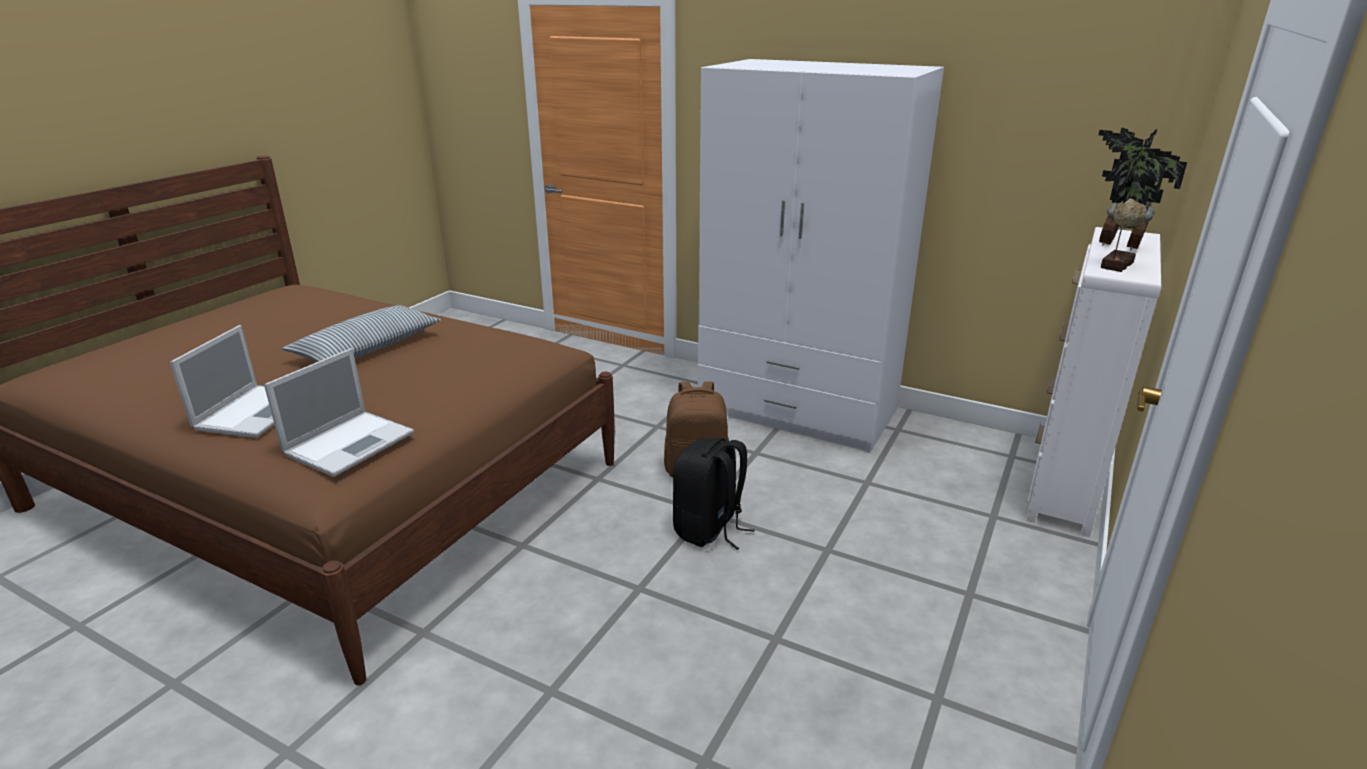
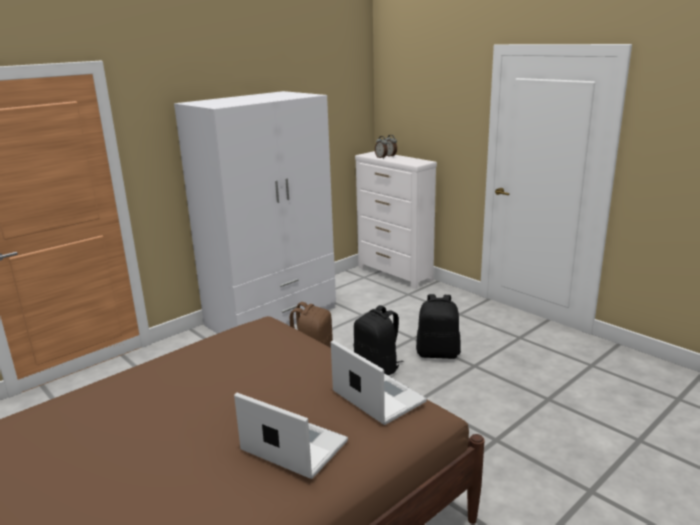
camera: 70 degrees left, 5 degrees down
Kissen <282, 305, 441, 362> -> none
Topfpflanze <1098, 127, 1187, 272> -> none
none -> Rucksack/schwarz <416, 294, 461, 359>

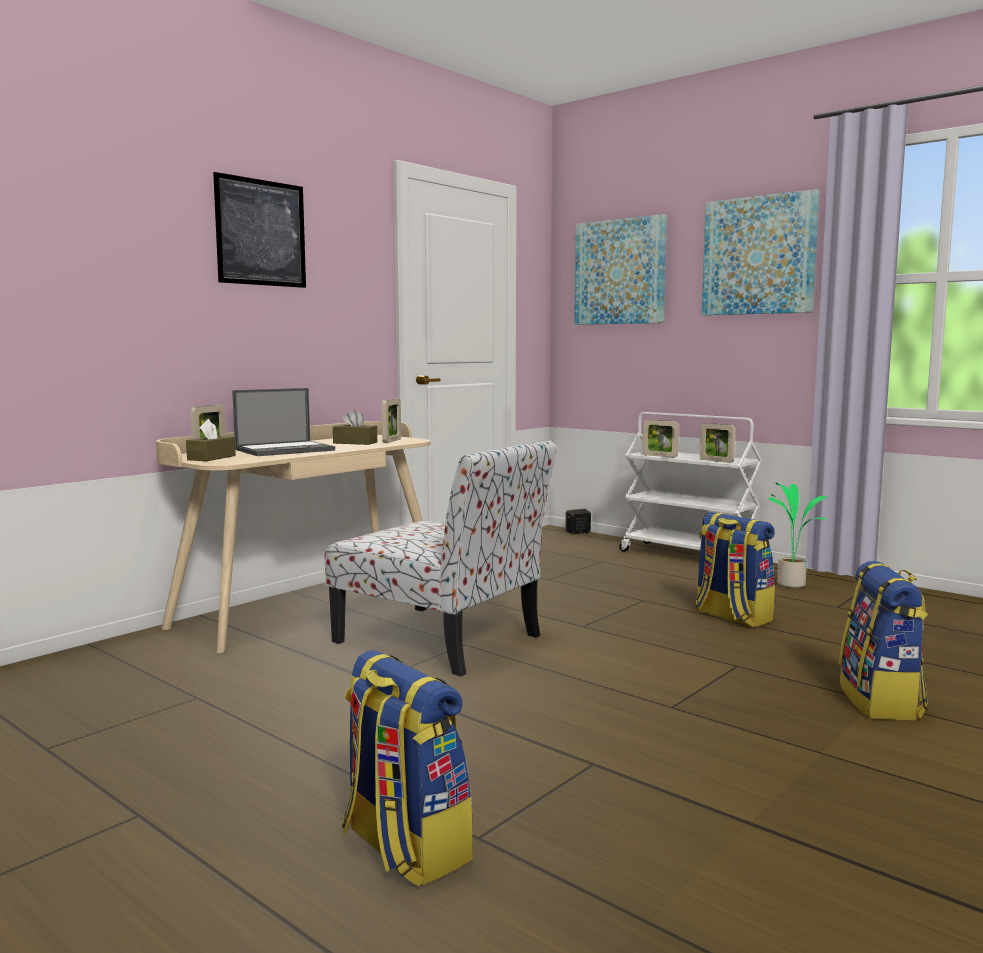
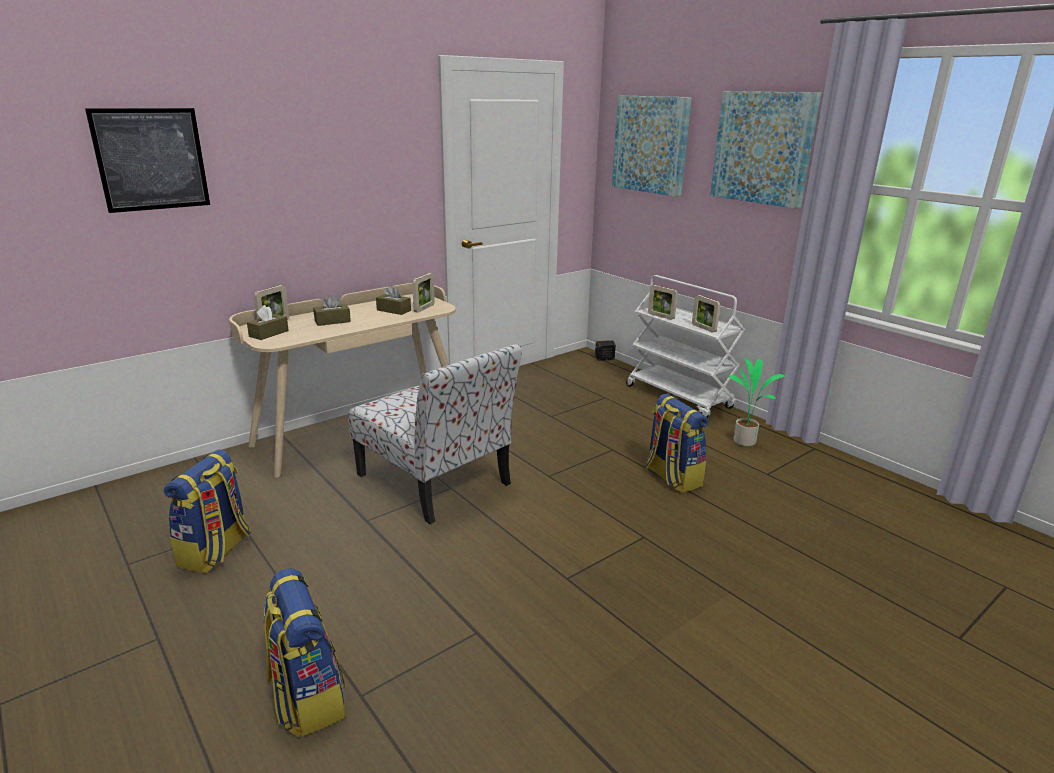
camera: 10 degrees right, 15 degrees up
Bild <213, 172, 306, 288> -> Bild <85, 108, 210, 213>, shifted
Rucksack <839, 561, 928, 720> -> Rucksack <164, 449, 251, 573>, shifted
Laptop <232, 388, 335, 456> -> Taschentuchbox/braun <313, 295, 351, 326>

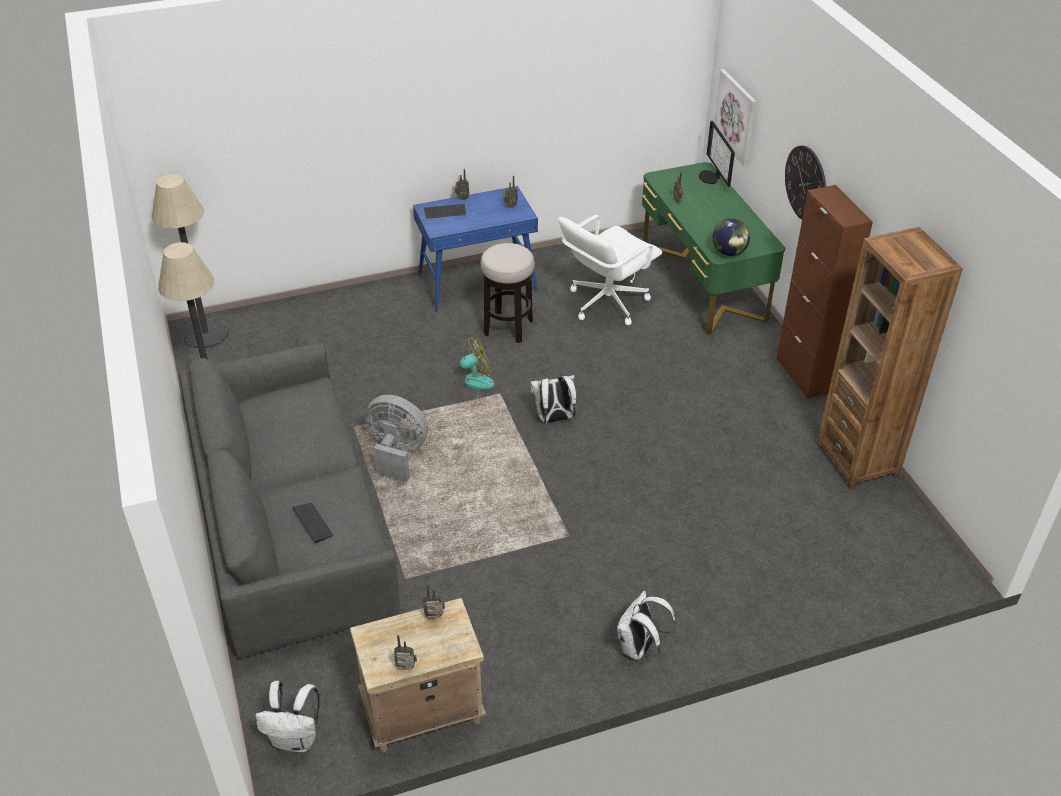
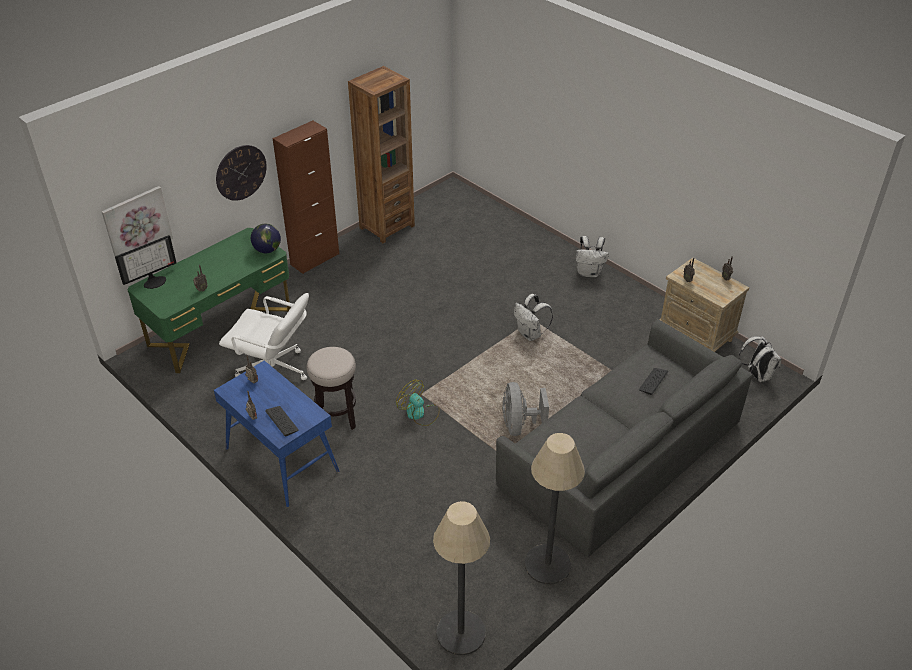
camera: 115 degrees left, 0 degrees up
Rucksack/weiß <530, 375, 577, 423> -> Rucksack/weiß <514, 294, 553, 341>, shifted

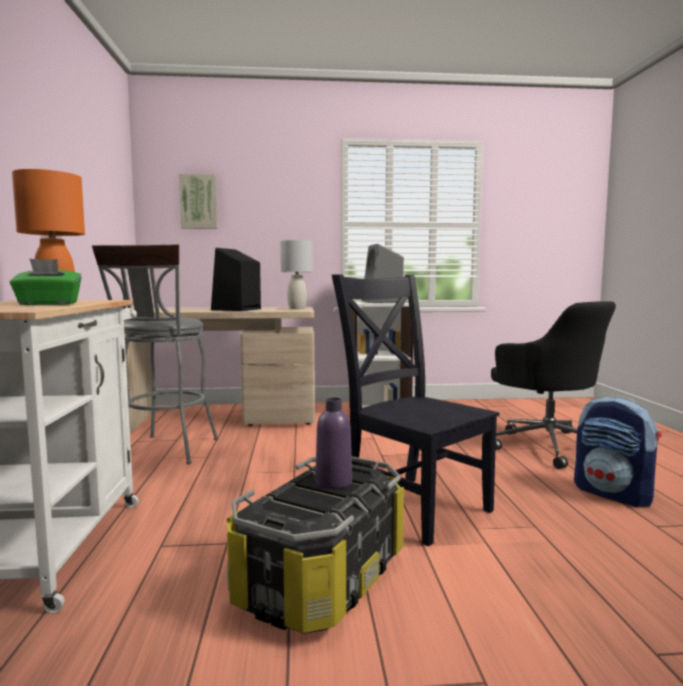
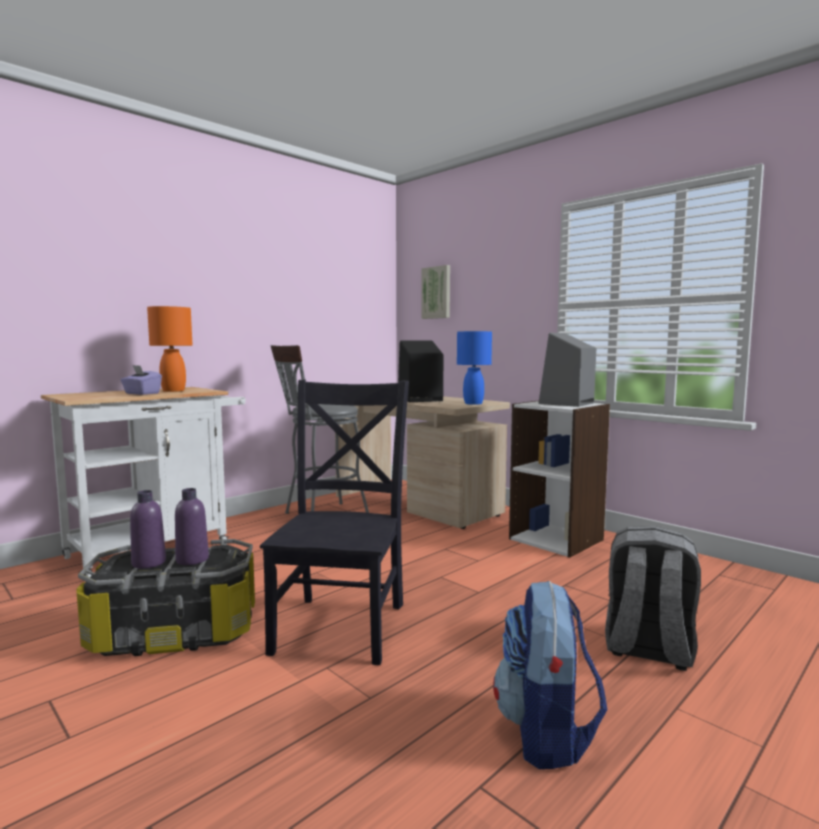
camera: 50 degrees right, 0 degrees up
none -> Flasche/lila <130, 490, 166, 569>
Bürostuhl/schwarz <491, 301, 616, 469> -> Rucksack/grau <605, 526, 701, 671>
Taschentuchbox/grün <10, 259, 82, 305> -> Taschentuchbox/lila <120, 365, 162, 395>
Tischlampe/grau <280, 240, 313, 309> -> Tischlampe/blau <457, 331, 492, 405>

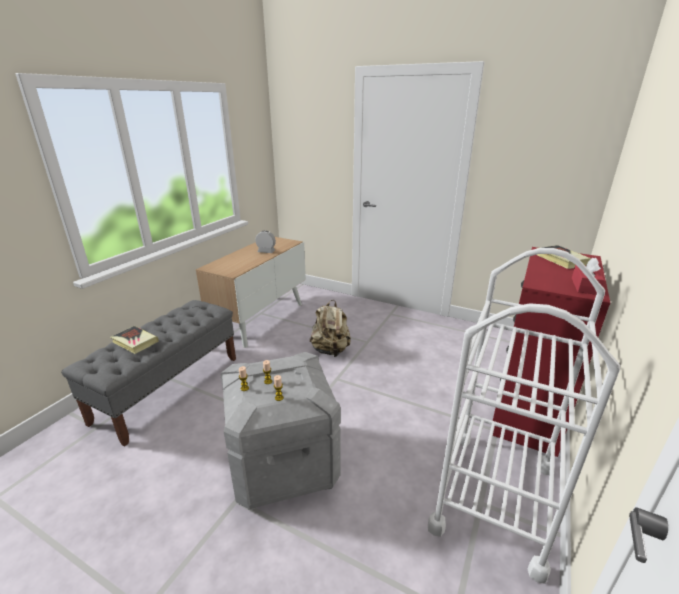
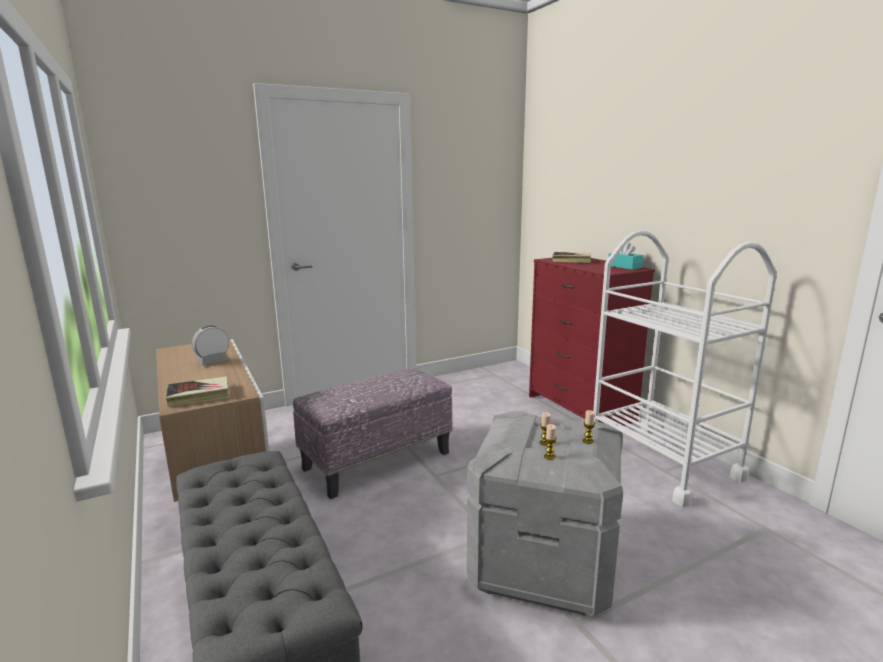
camera: 55 degrees left, 10 degrees down
Buch <110, 326, 159, 354> -> Buch <166, 376, 230, 407>, shifted
Rucksack/beige <310, 300, 351, 357> -> Polsterhocker <293, 368, 453, 499>
Taschentuchbox/rot <572, 258, 605, 295> -> Taschentuchbox/türkis <608, 242, 643, 270>

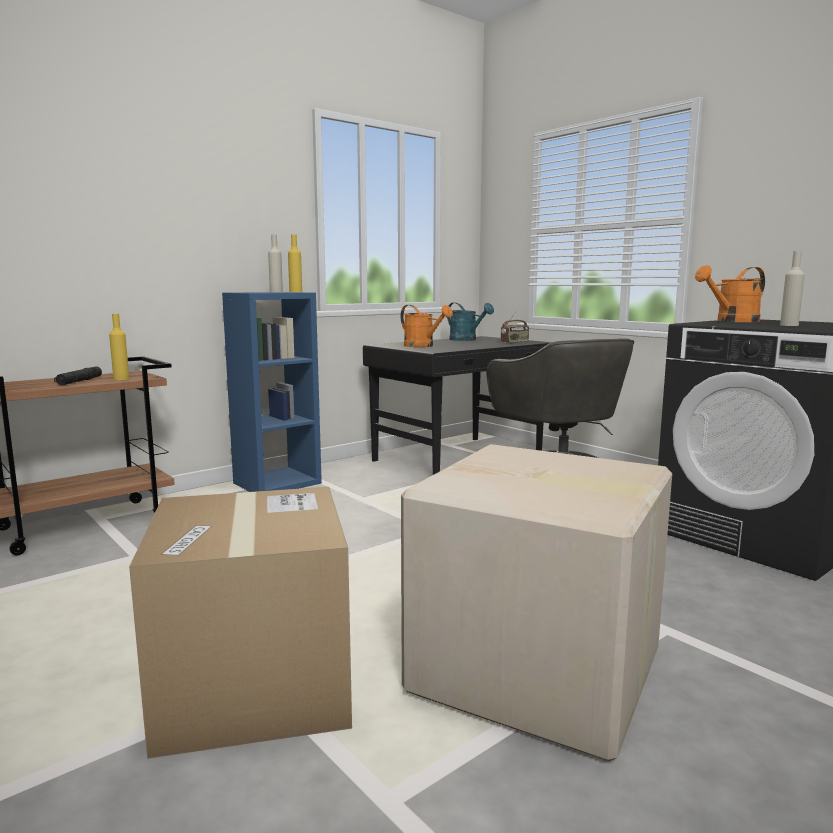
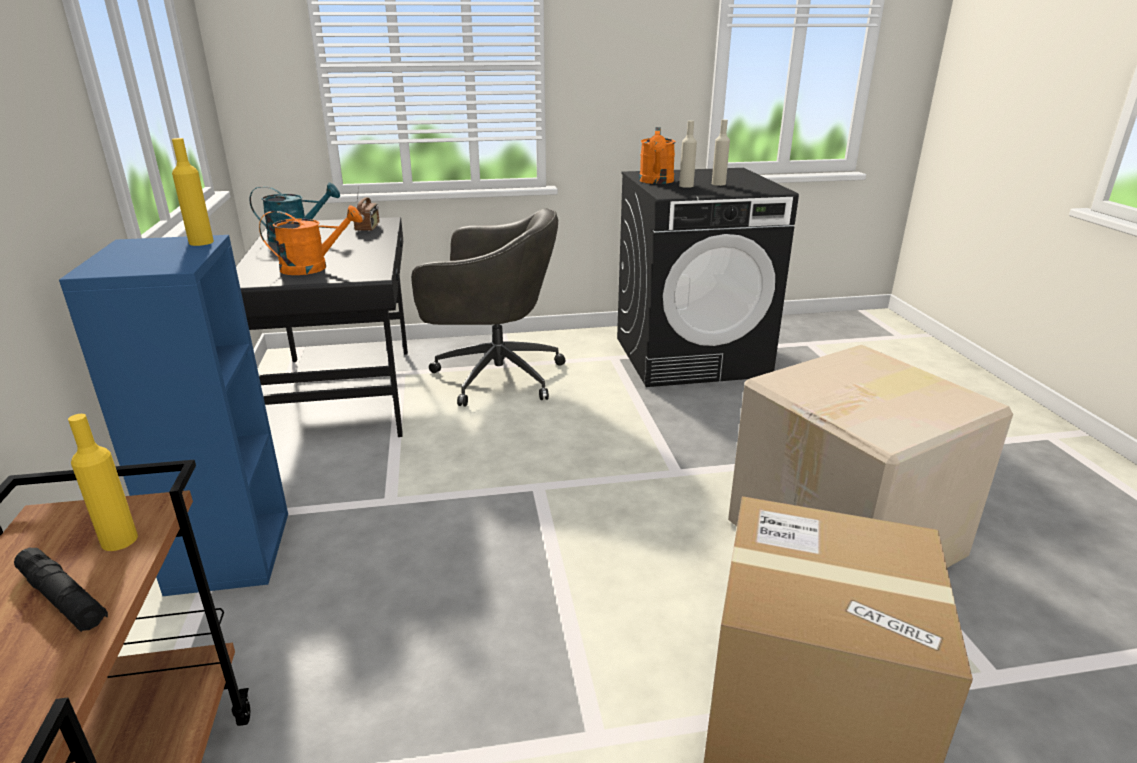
camera: 60 degrees left, 15 degrees up
Flasche/beige <268, 234, 283, 292> -> Flasche/beige <679, 121, 697, 188>, shifted

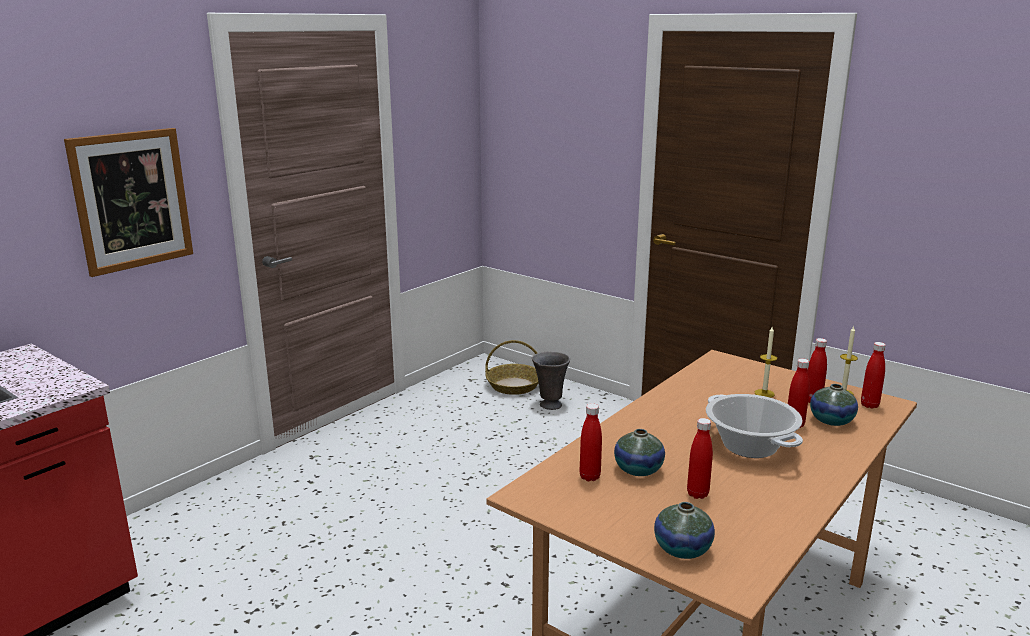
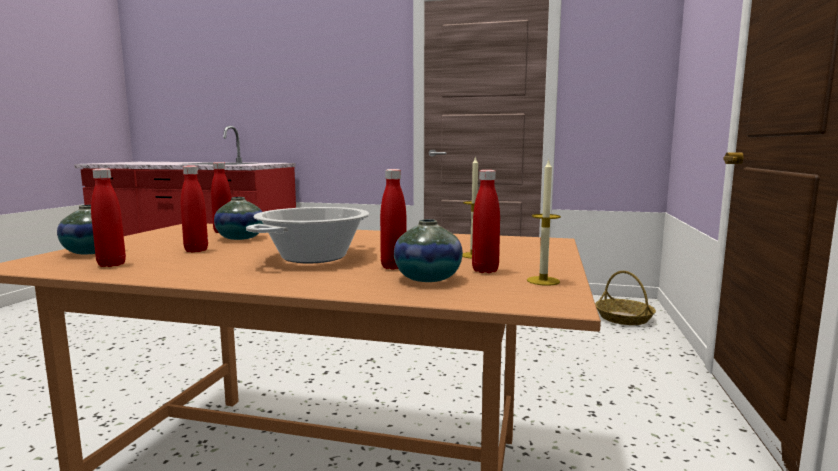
camera: 65 degrees right, 10 degrees down
Bild <64, 128, 193, 277> -> none
Vase/grau <532, 351, 570, 410> -> none
Flasche/rot <861, 342, 886, 409> -> Flasche/rot <91, 169, 126, 267>, shifted

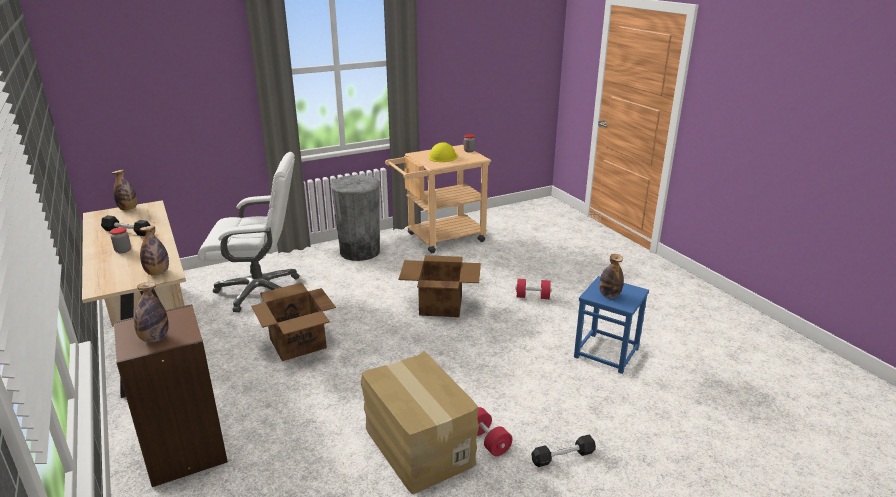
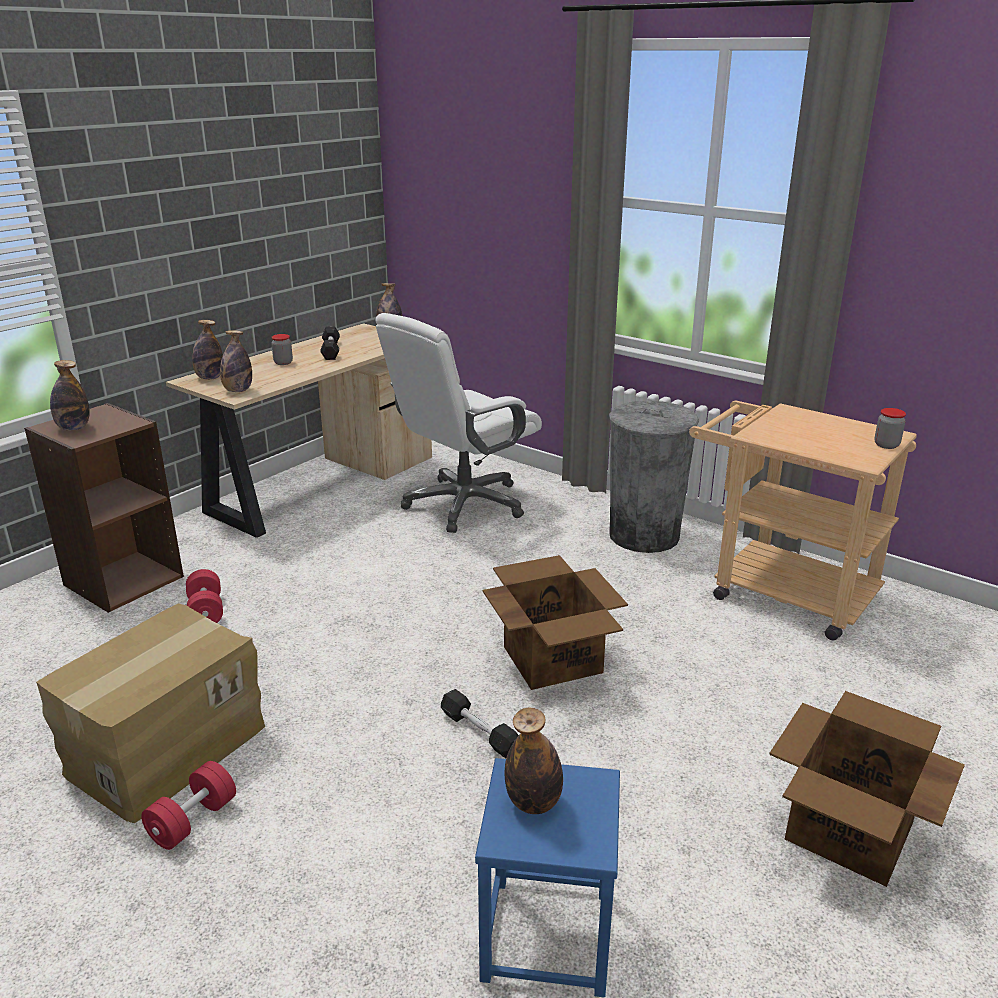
camera: 65 degrees right, 0 degrees up
Schutzhelm/gelb <428, 142, 458, 162> -> none
none -> Flasche <192, 320, 223, 380>
Karton <251, 283, 336, 361> -> Karton <769, 691, 965, 887>, shifted
Hantel/rot <516, 279, 551, 299> -> Hantel/rot <186, 569, 223, 623>, shifted
Hantel/schwarz <531, 435, 596, 467> -> Hantel/schwarz <441, 689, 519, 758>, shifted
Bürostuhl/weiß <198, 152, 299, 313> -> Bürostuhl/weiß <375, 313, 542, 533>, 75 degrees clockwise

